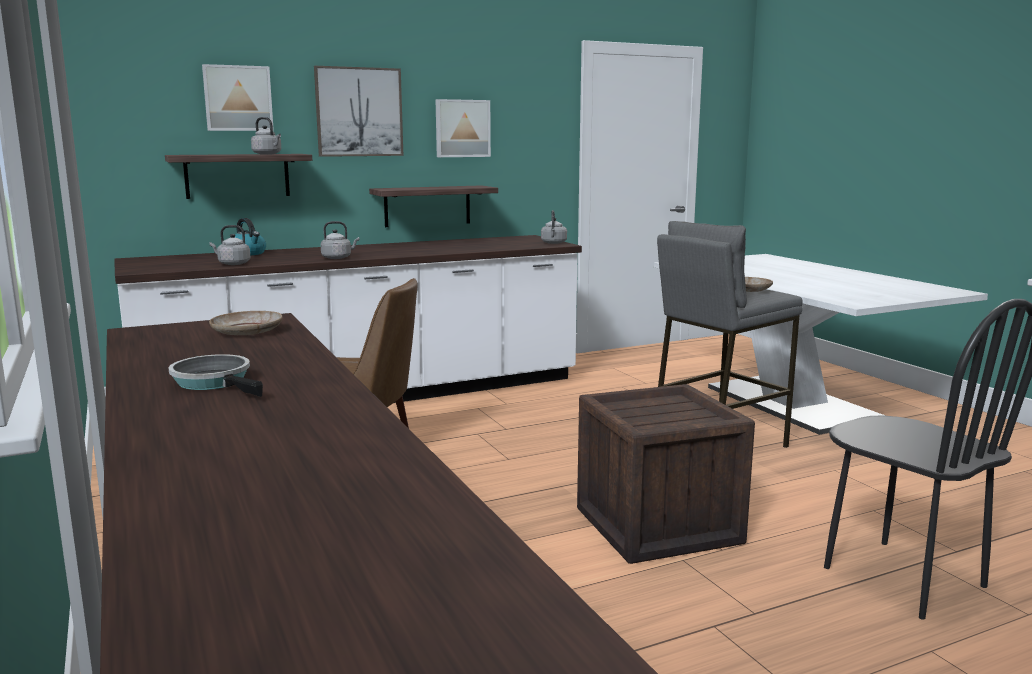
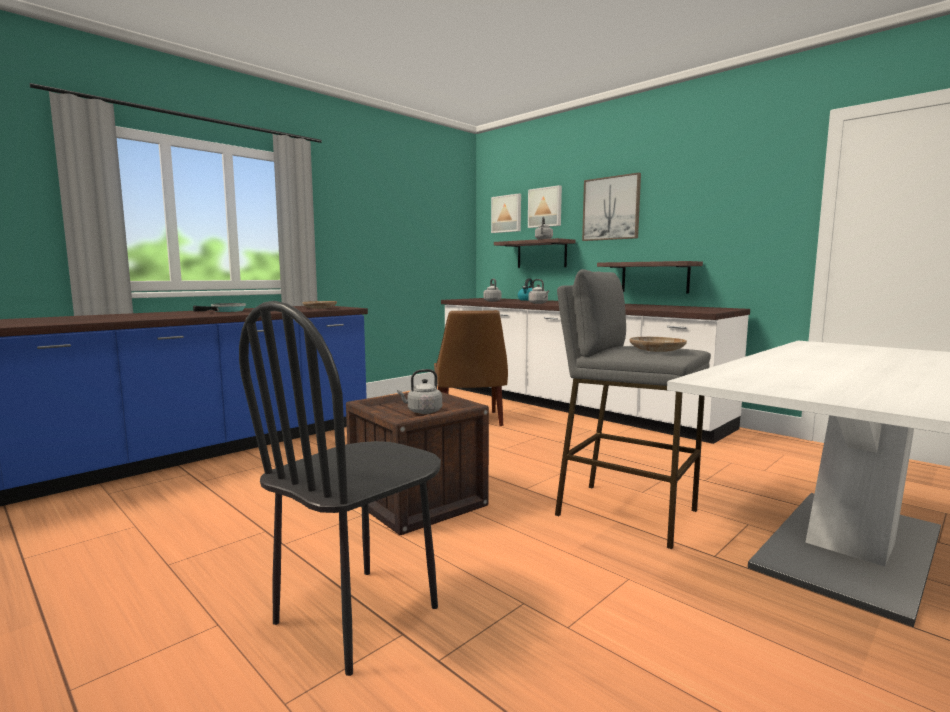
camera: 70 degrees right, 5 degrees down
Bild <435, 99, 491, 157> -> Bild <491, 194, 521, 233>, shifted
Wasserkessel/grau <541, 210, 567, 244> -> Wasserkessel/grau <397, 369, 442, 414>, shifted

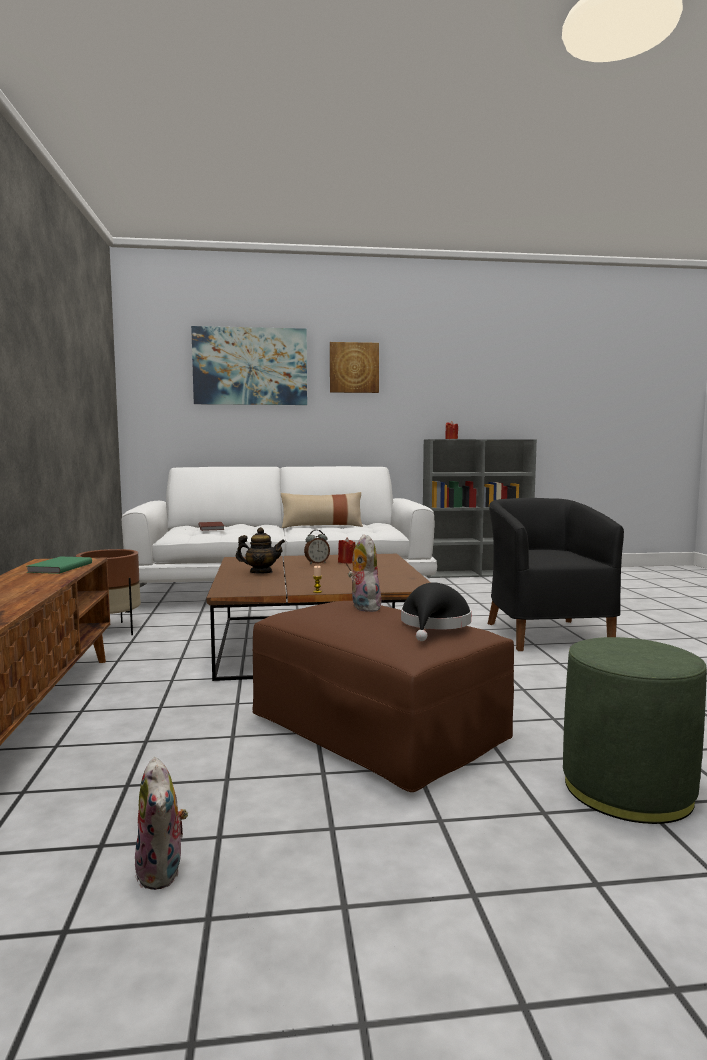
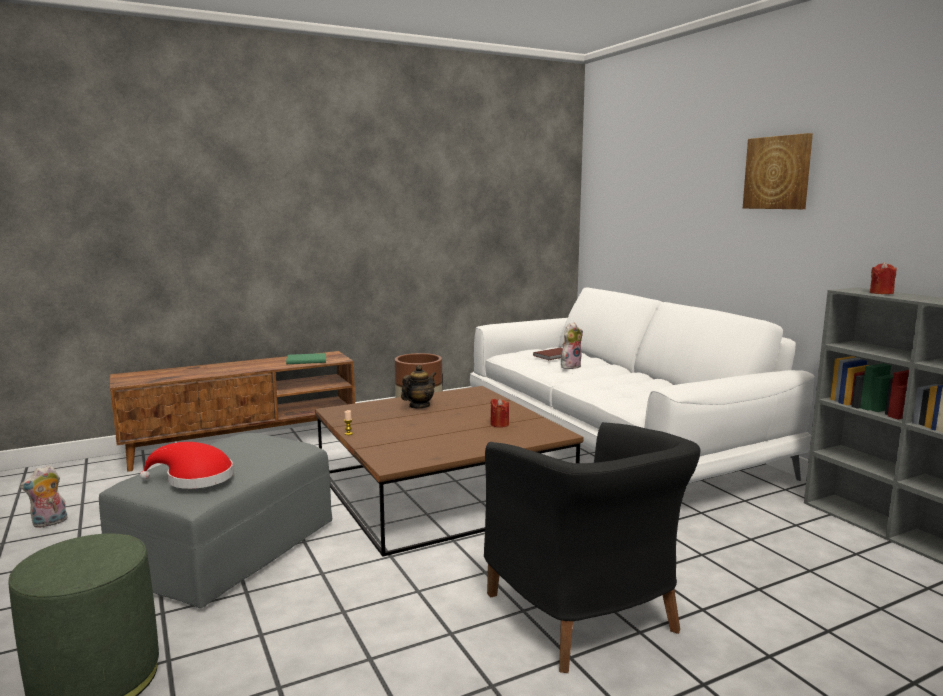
camera: 70 degrees right, 5 degrees up
Bild <191, 326, 307, 405> -> none
Kissen/beige <281, 492, 363, 528> -> none
Wecker <304, 530, 330, 564> -> none
Plüschtier <348, 534, 381, 612> -> Plüschtier <561, 323, 583, 369>, shifted
Polsterhocker/braun <252, 601, 514, 792> -> Polsterhocker/grau <99, 433, 332, 608>
Hut/schwarz <401, 583, 472, 641> -> Hut/rot <140, 442, 233, 489>
Teekanne <235, 527, 285, 573> -> Teekanne <401, 365, 436, 409>, 120 degrees counterclockwise
Sessel/schwarz <488, 498, 624, 651> -> Sessel/schwarz <484, 422, 700, 673>, 90 degrees clockwise

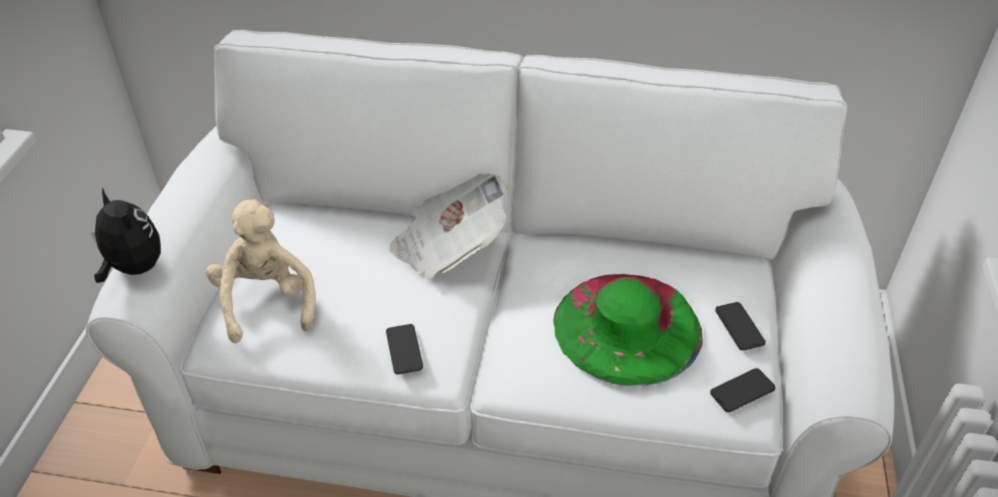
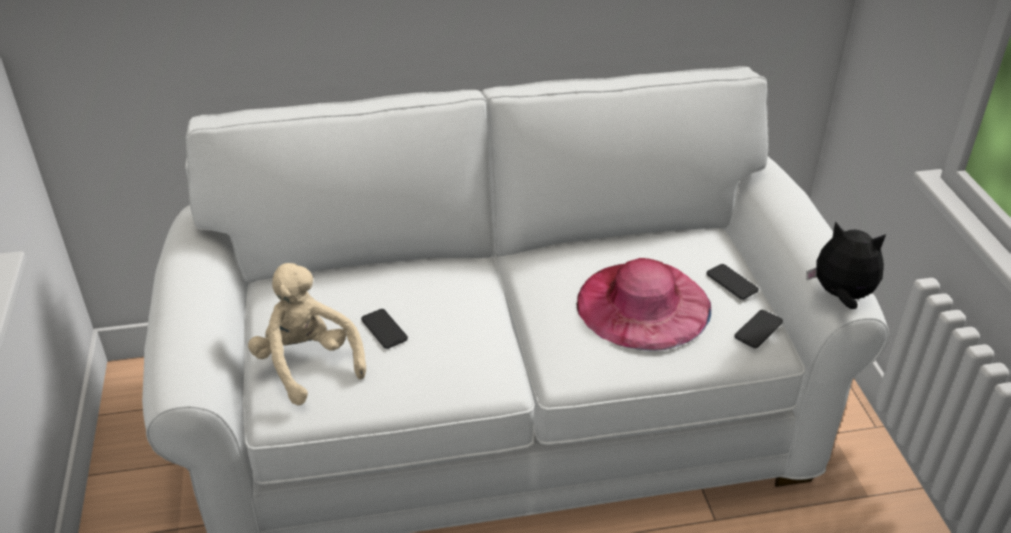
camera: 20 degrees left, 5 degrees down
Zeitung <390, 173, 507, 280> -> none
Plüschtier <91, 188, 161, 283> -> Plüschtier <806, 221, 886, 309>, shifted
Handy <386, 324, 423, 374> -> Handy <361, 309, 408, 349>, shifted
Hut/grün <553, 274, 702, 386> -> Hut/rosa <577, 258, 711, 351>

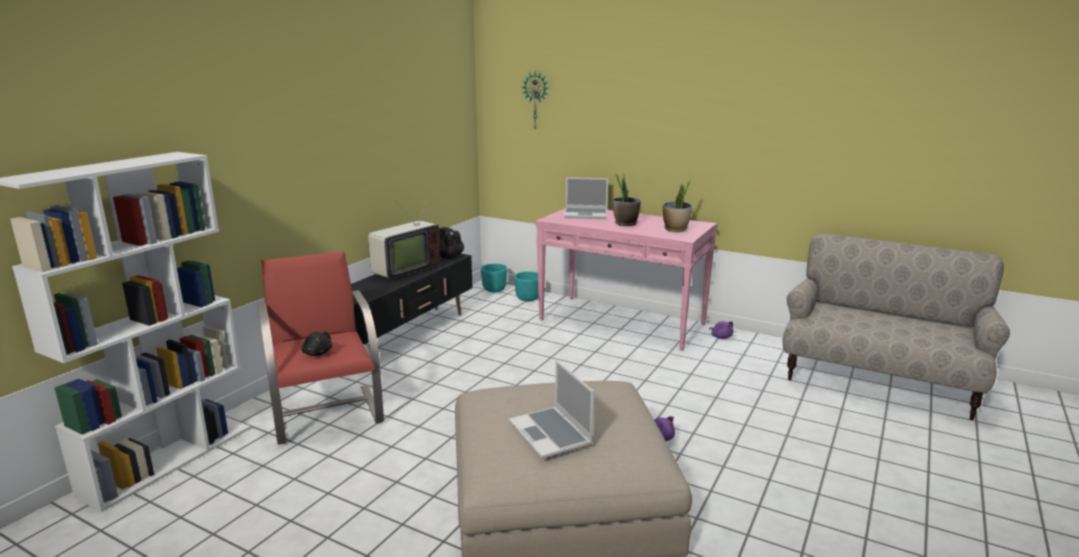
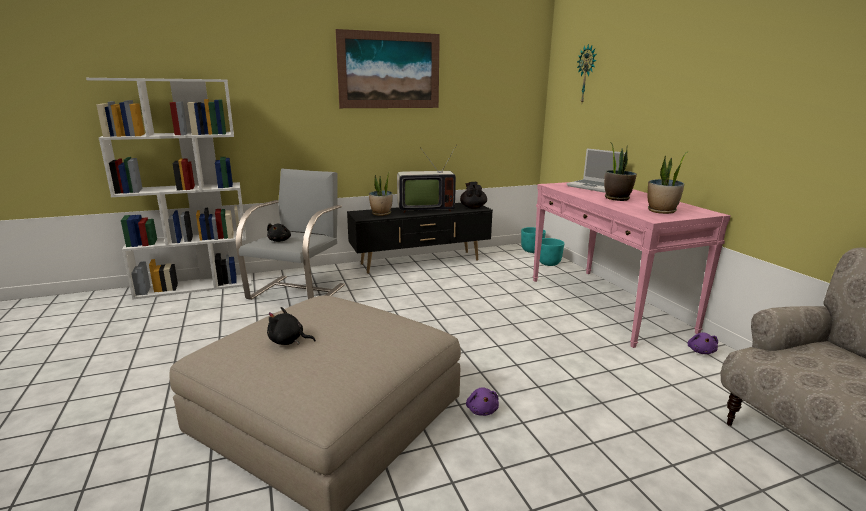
camera: 40 degrees right, 0 degrees up
none -> Bild <335, 29, 440, 108>
none -> Topfpflanze <369, 170, 393, 216>
Laptop <509, 360, 594, 459> -> Plüschtier/schwarz <267, 307, 316, 345>
Sessel/rot <257, 251, 384, 445> -> Sessel/grau <236, 168, 345, 300>

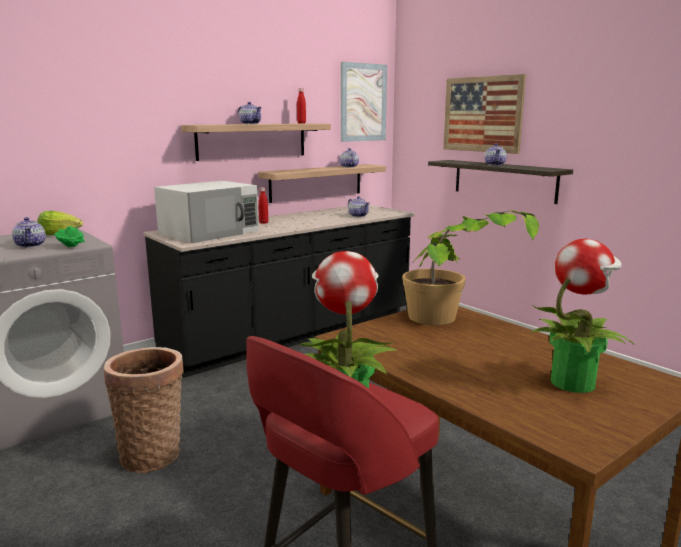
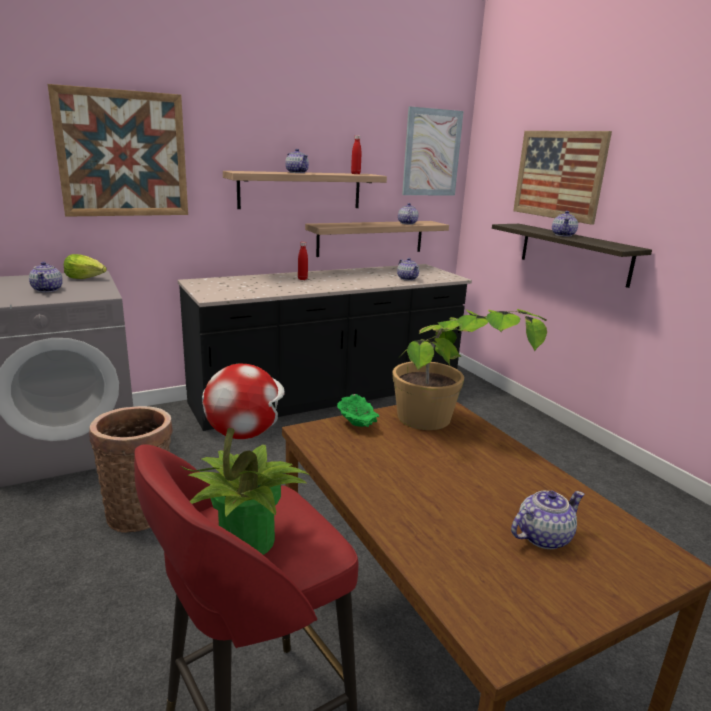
camera: 10 degrees right, 5 degrees up
Mikrowelle/weiß <154, 181, 259, 243> -> none
none -> Bild <48, 84, 188, 217>
Schüssel/grün <54, 226, 85, 247> -> Schüssel/grün <337, 394, 379, 427>, shifted
Topfpflanze <530, 239, 634, 393> -> Teekanne <511, 491, 585, 549>

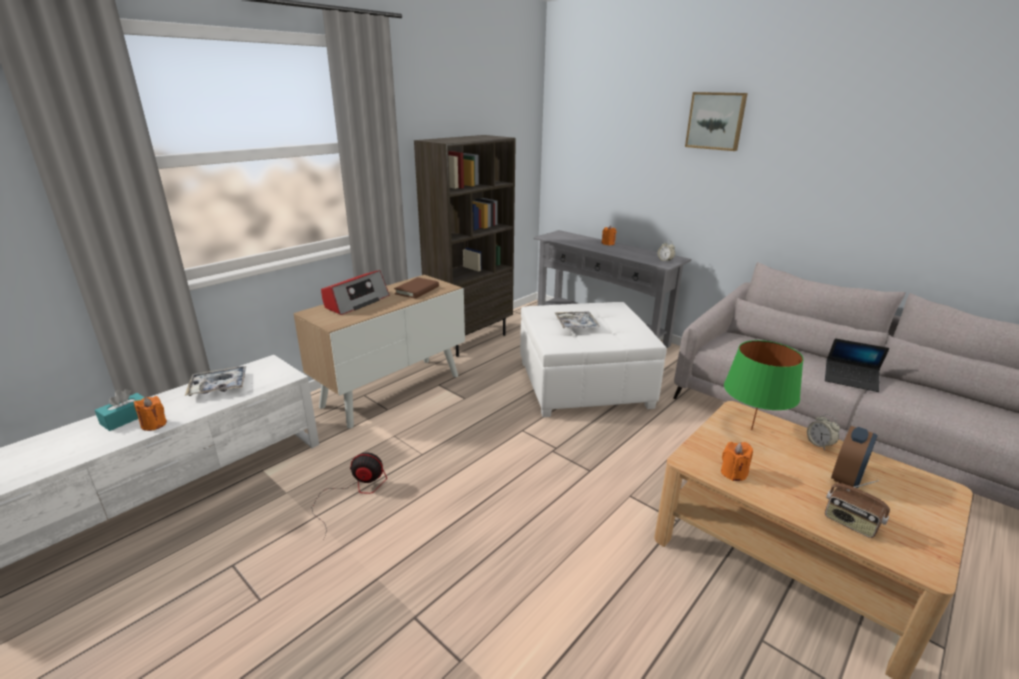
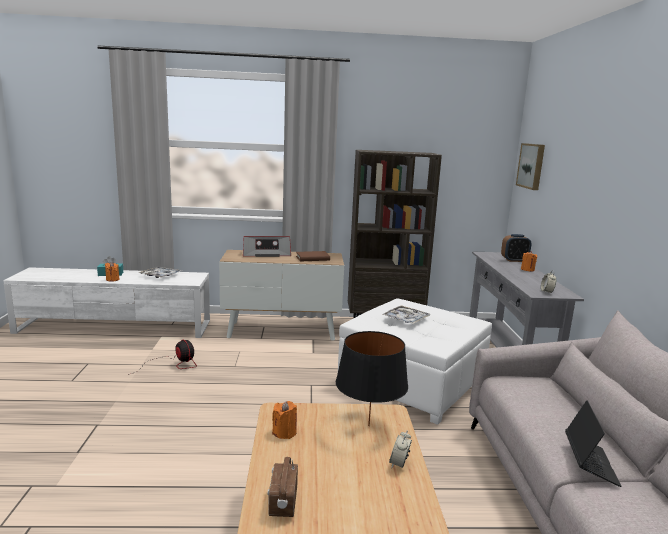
camera: 45 degrees right, 10 degrees down
Bild <685, 92, 748, 151> -> Bild <516, 143, 545, 190>, shifted
Wecker <831, 426, 878, 488> -> Wecker <501, 234, 531, 262>, shifted
Tischlampe/grün <724, 340, 804, 430> -> Tischlampe/schwarz <336, 331, 408, 426>
Laptop <825, 338, 889, 392> -> Laptop <565, 400, 621, 487>, 150 degrees counterclockwise

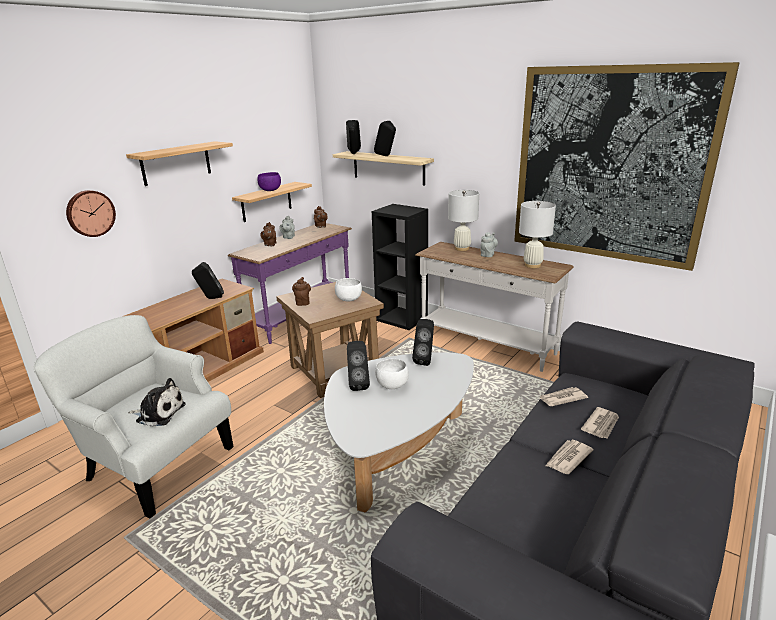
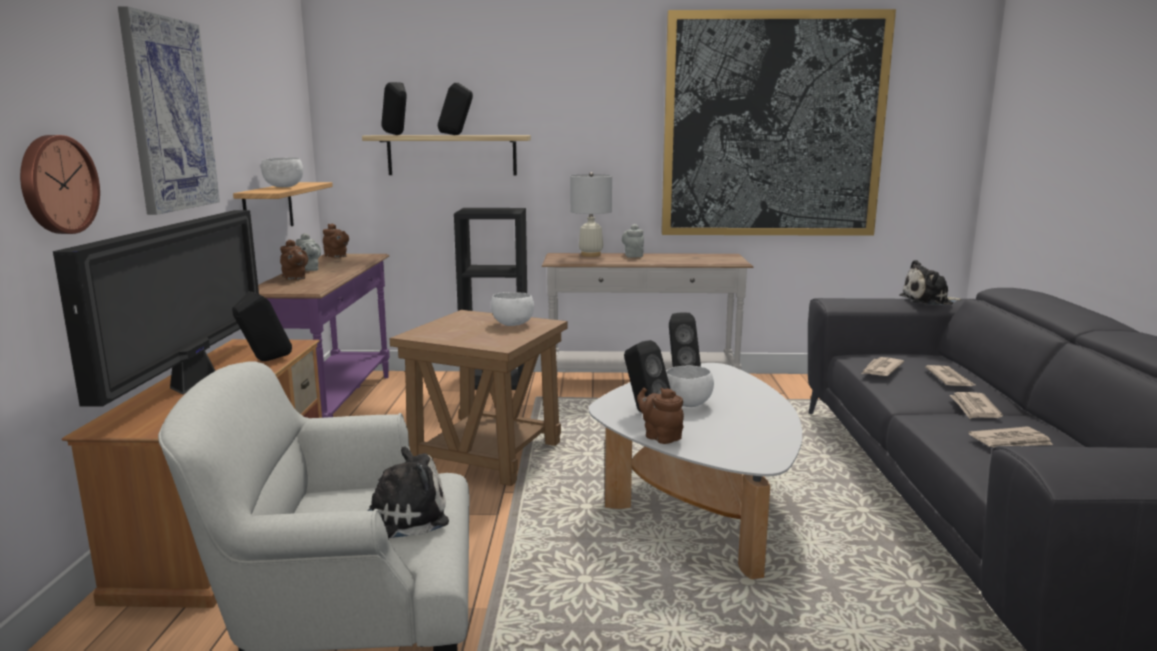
camera: 35 degrees left, 10 degrees down
Tischlampe/weiß <519, 201, 556, 268> -> none
none -> Fernseher <53, 210, 259, 407>
none -> Plüschtier <899, 260, 962, 305>
none -> Zeitung <968, 427, 1053, 447>
Teekanne/braun <292, 277, 311, 306> -> Teekanne/braun <637, 388, 684, 444>, shifted
Wandregal <126, 141, 233, 186> -> Bild <118, 6, 220, 215>
Schüssel/lila <257, 172, 281, 191> -> Schüssel/weiß <261, 157, 303, 187>

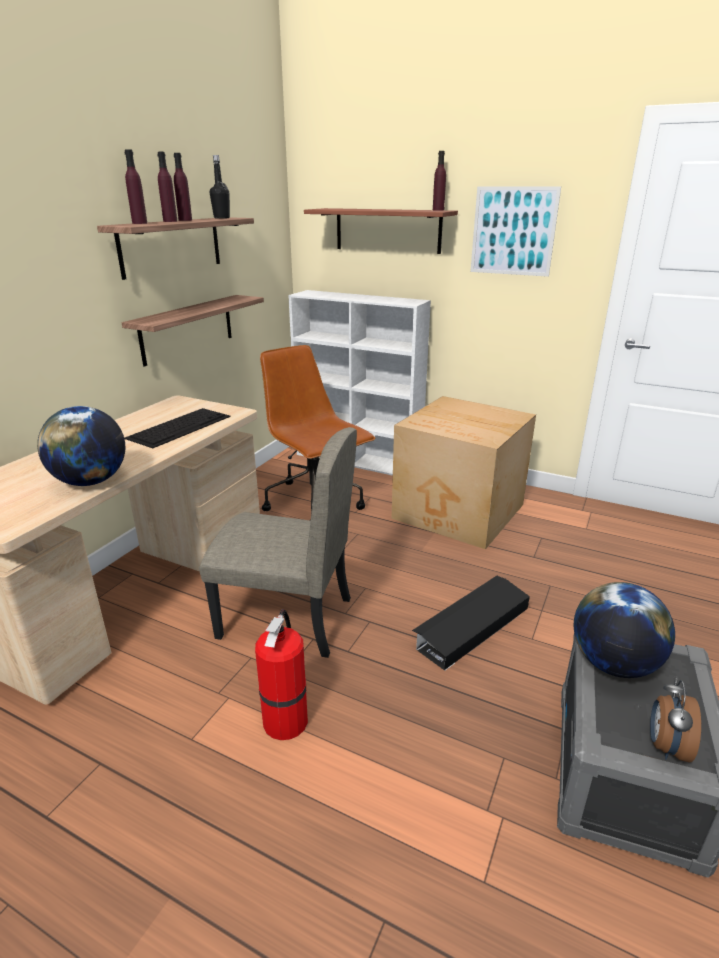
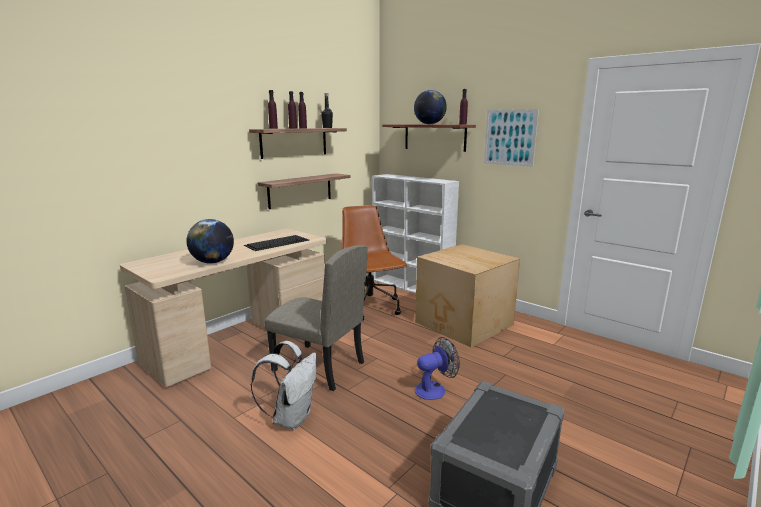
camera: 15 degrees right, 10 degrees down
Wecker <650, 680, 701, 762> -> none
Globus <574, 582, 675, 678> -> Globus <414, 90, 447, 124>, shifted
Feuerlöscher <255, 609, 308, 740> -> Rucksack/weiß <251, 341, 317, 430>
Aufbewahrungsbox/schwarz <412, 576, 529, 671> -> Ventilator <415, 337, 460, 400>

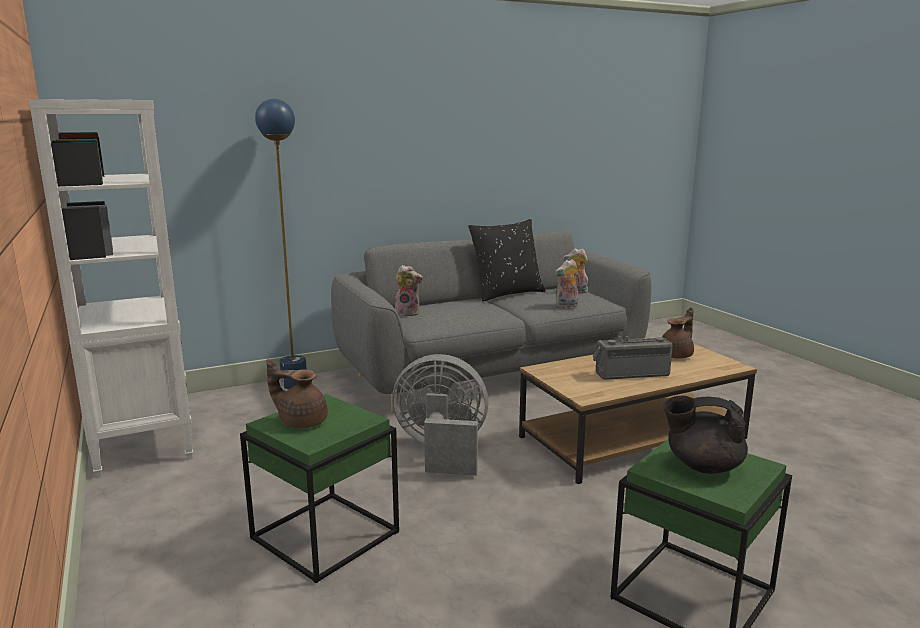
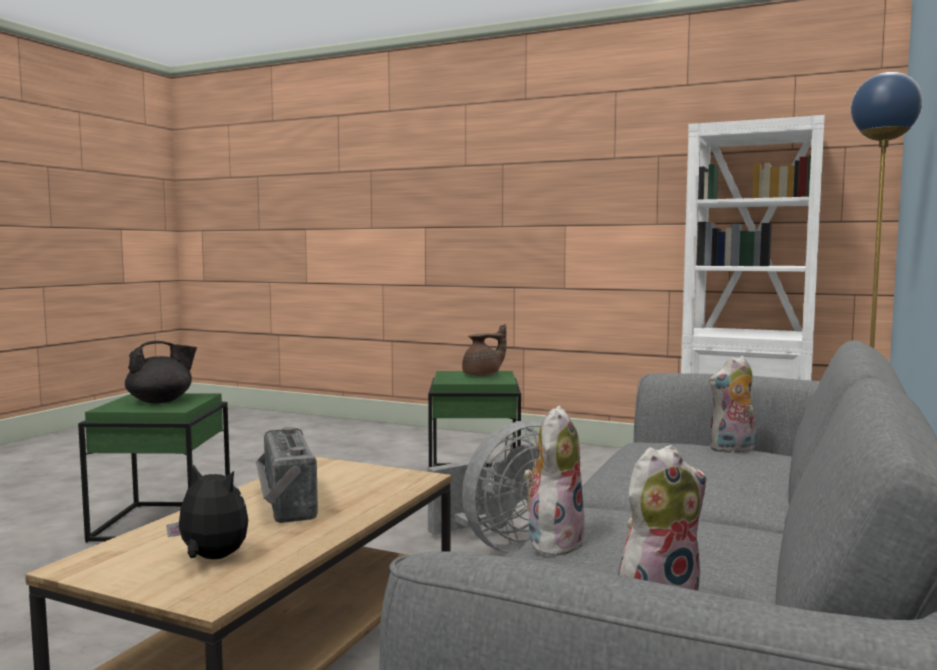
camera: 140 degrees right, 10 degrees down
Kissen/schwarz <468, 219, 545, 302> -> none
Teekanne/braun <662, 307, 694, 359> -> Plüschtier <166, 464, 248, 559>
Radio <593, 336, 673, 380> -> Radio <256, 427, 318, 523>, 120 degrees clockwise

